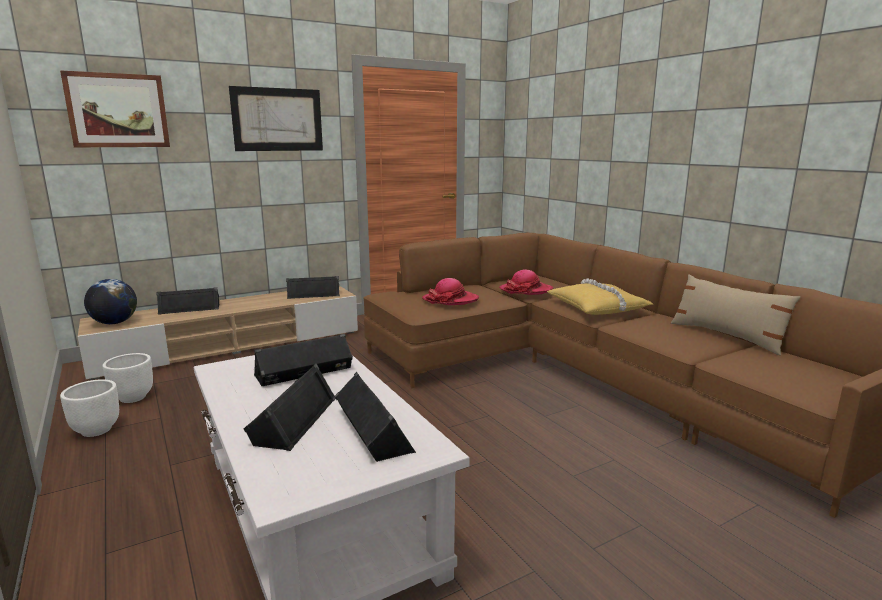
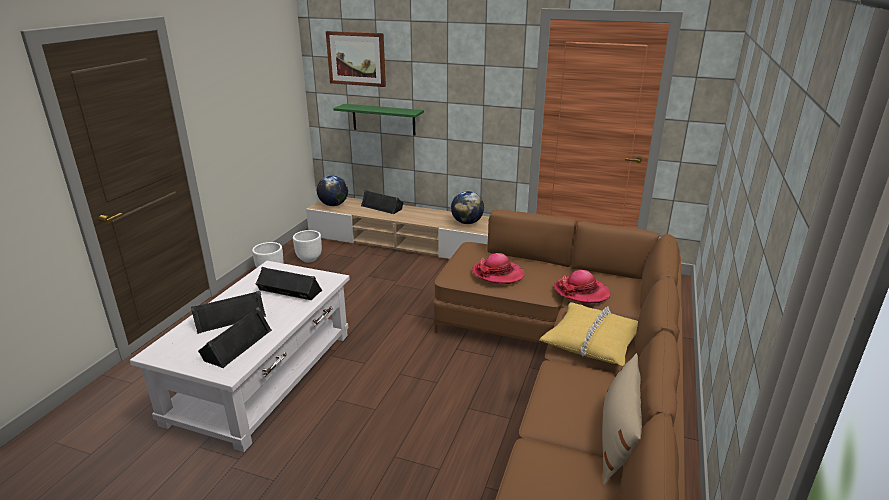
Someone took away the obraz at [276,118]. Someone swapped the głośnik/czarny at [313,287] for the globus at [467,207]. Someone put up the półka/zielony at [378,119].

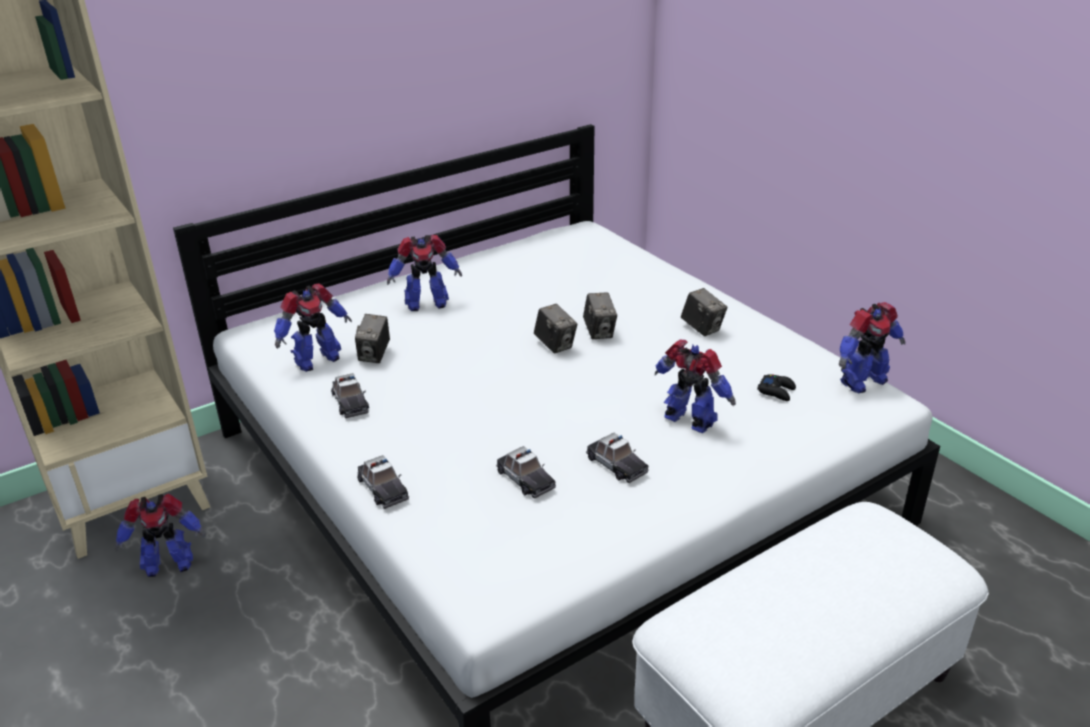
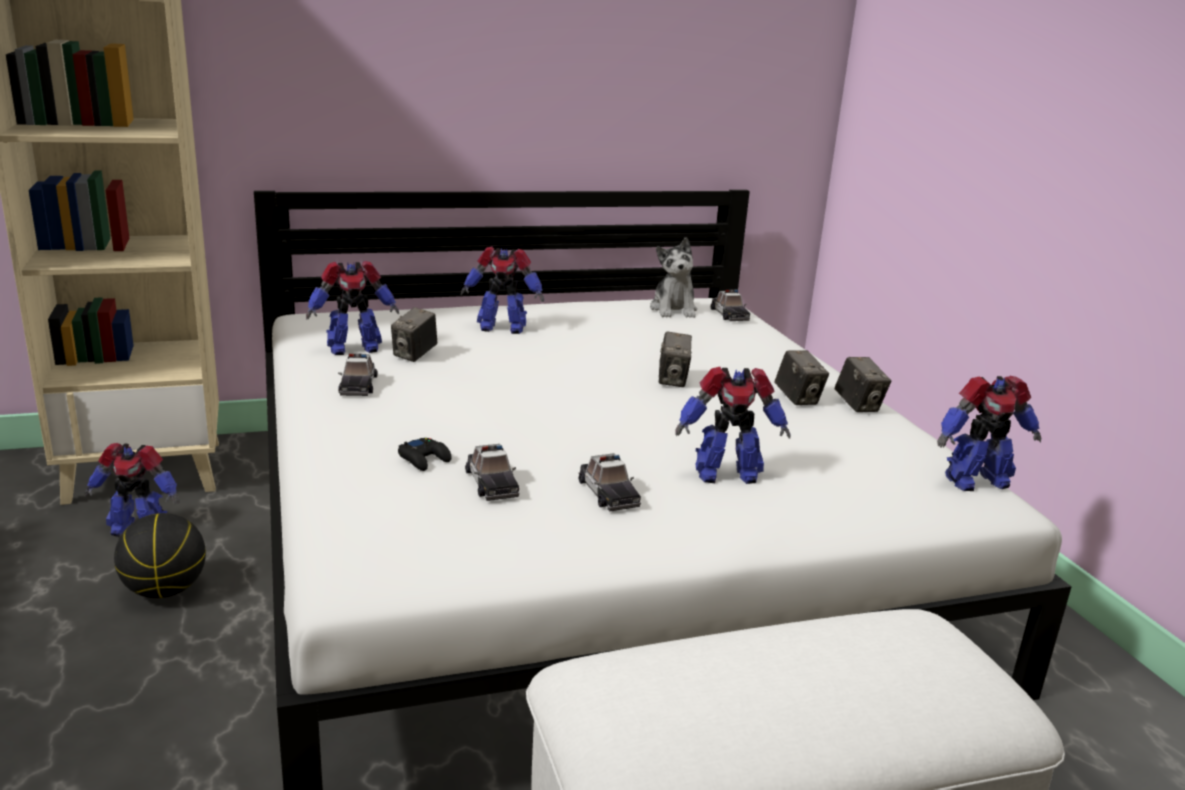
Someone carried the aparat fotograficzny from [556,328] to [863,384]. Someone rotated the robot zabawkowy at [695,386] by 120 degrees clockwise. Someone carried the pad do gier/czarny from [776,387] to [425,454]. Someone carried the samochodzik from [383,482] to [730,305]. Someone put down the pluszak at [673,277]. Someone put down the piłka do koszykówki at [160,555].

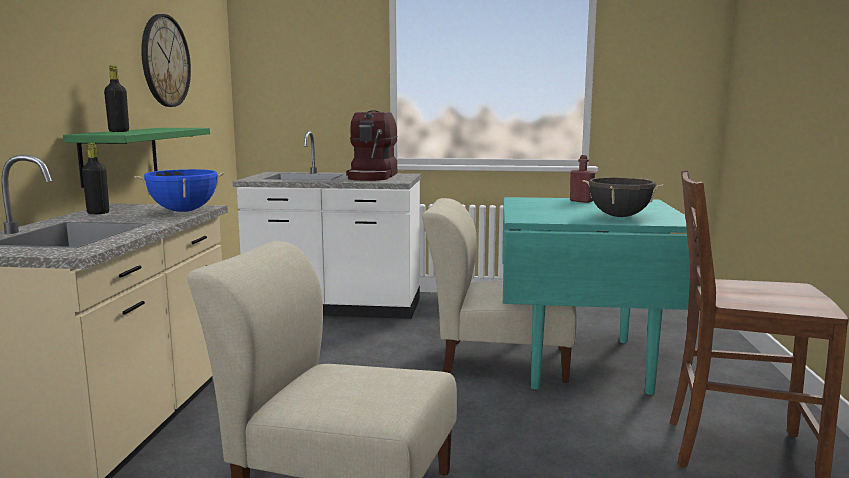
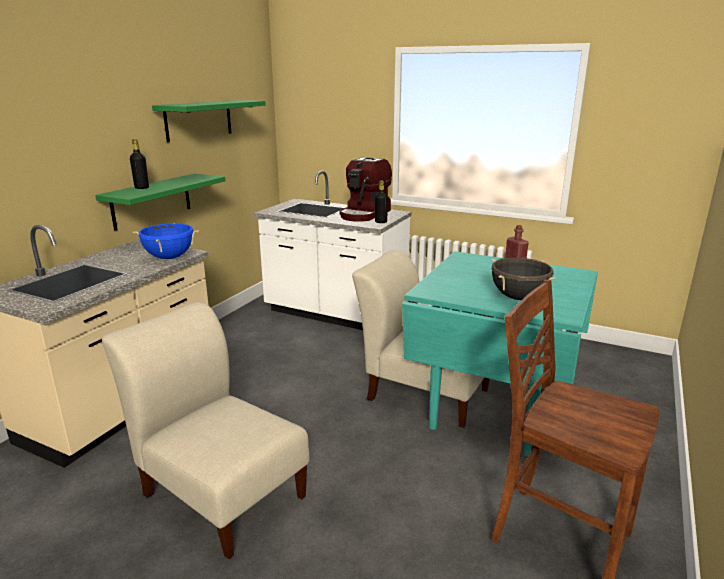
Someone swapped the zegar ścienny at [166,60] for the półka/zielony at [208,121]. Someone carried the butelka/czarny from [95,178] to [381,202].

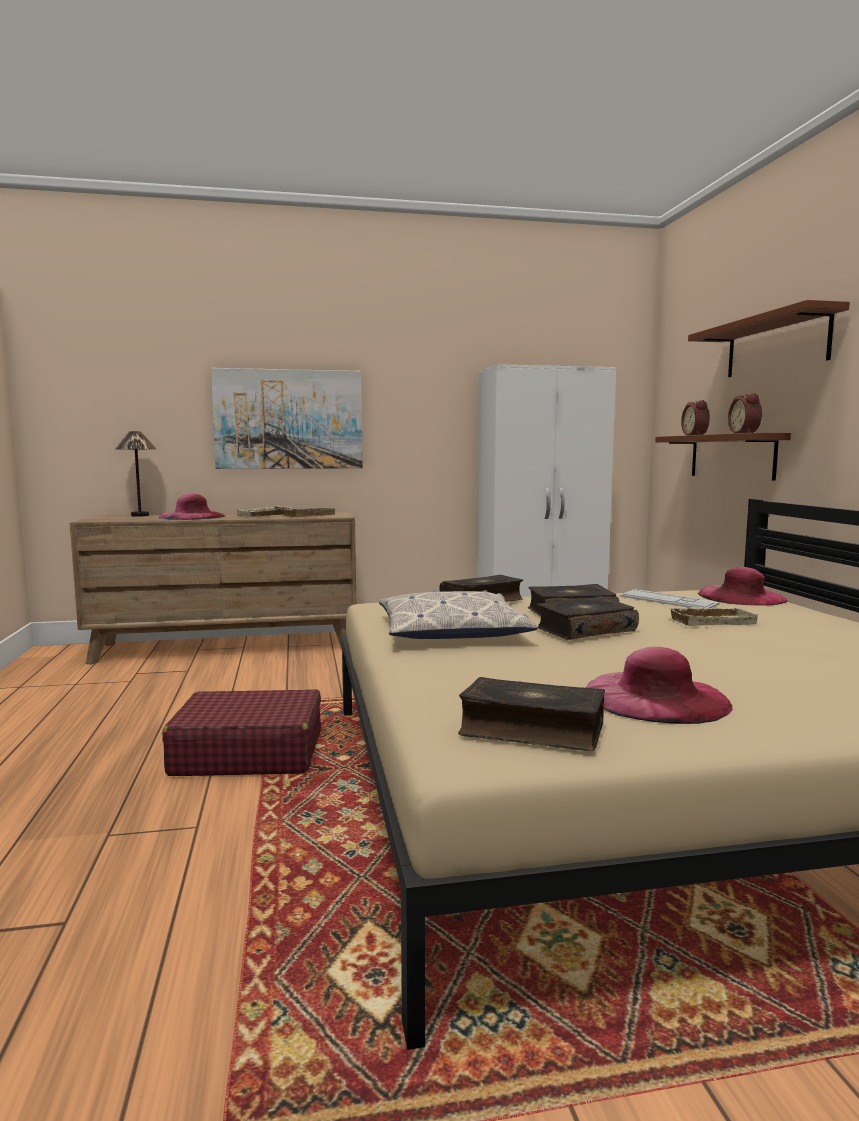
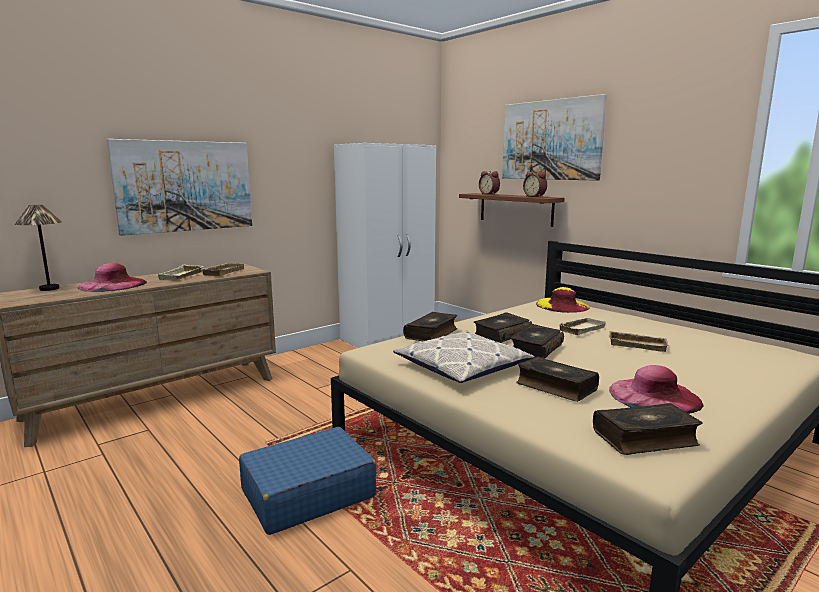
Someone swapped the półka/brązowy at [769,338] for the obraz at [554,137]. Someone repainted the kapelusz/różowy at [743,586], which became the kapelusz/żółty at [563,300]. Someone took away the klawiatura at [670,598]. Someone repainted the walizka/czerwony at [241,732], which became the walizka/niebieski at [308,481]. Someone put down the taca/beżowy at [638,341]. Someone put down the książka at [557,379].

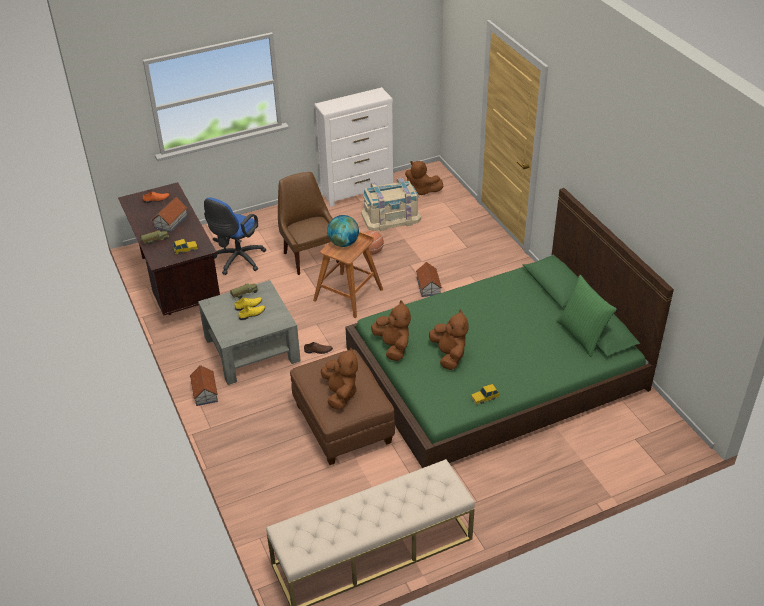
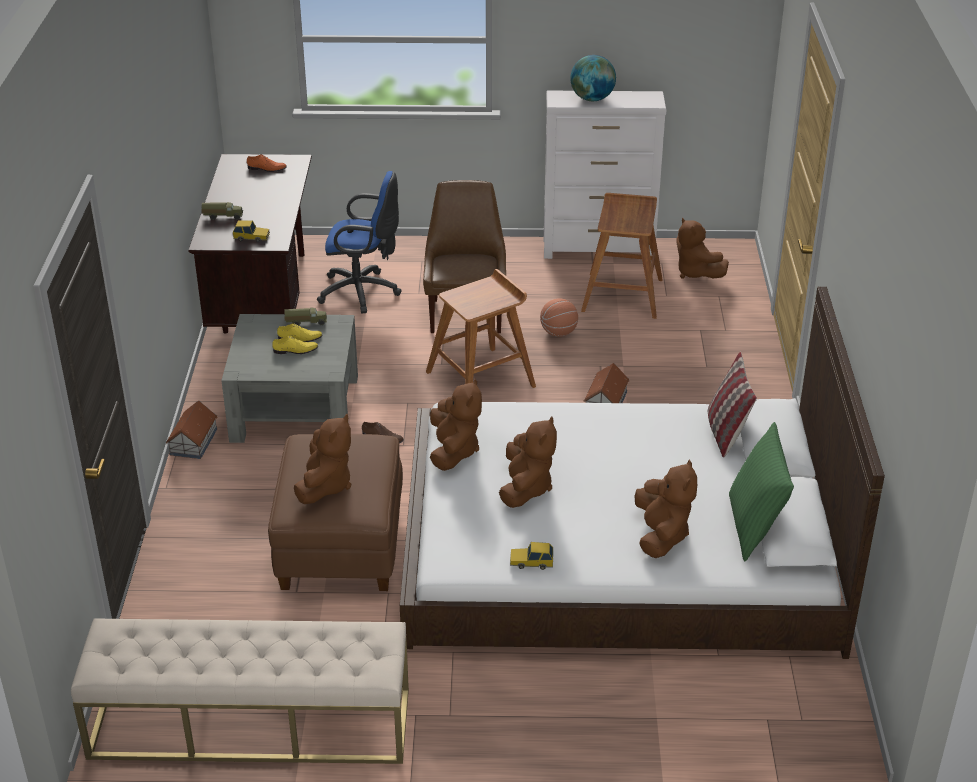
Someone swapped the pojemnik do przechowywania/beżowy at [391,204] for the stołek/brązowy at [622,256]. Someone repainted the łóżko/zielony at [509,328], which became the łóżko/biały at [642,473]. Someone took away the domek at [169,215]. Someone rotated the krzesło biurowe/niebieski at [235,236] by 135 degrees counterclockwise. Someone carried the globus from [343,231] to [593,78]. Someone put down the poduszka at [732,405]. Someone put down the pluszak/brązowy at [665,508].

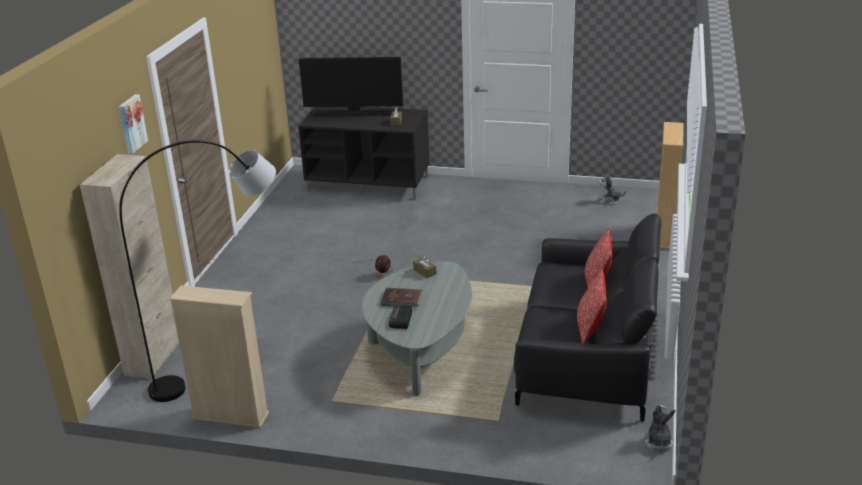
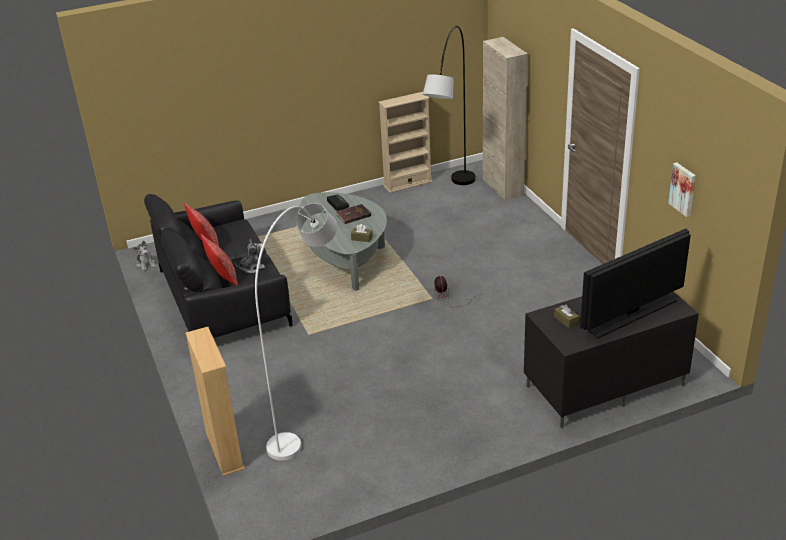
Someone carried the obraz from [133,124] to [682,190]. Someone carried the pluszak from [611,189] to [250,256]. Someone put down the lampa stojąca/biały at [296,332].

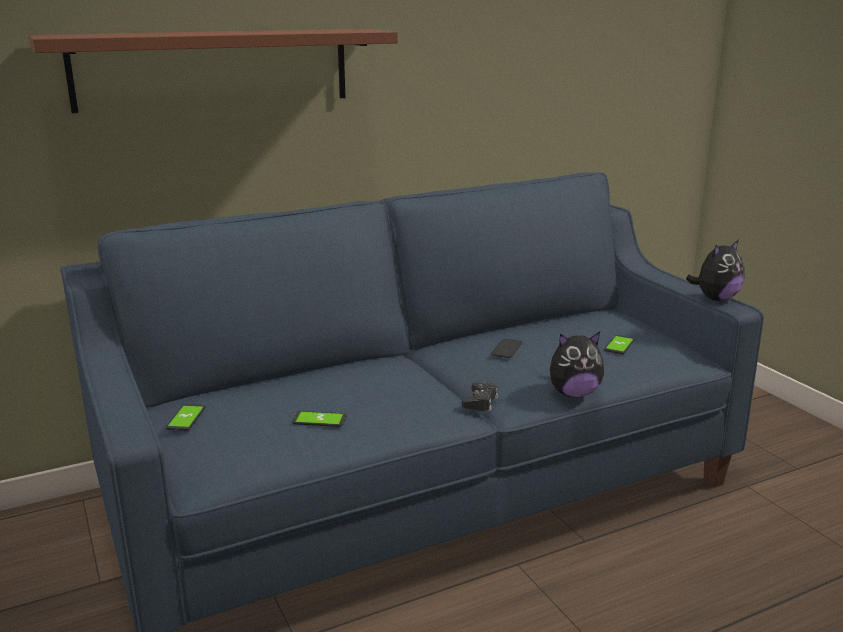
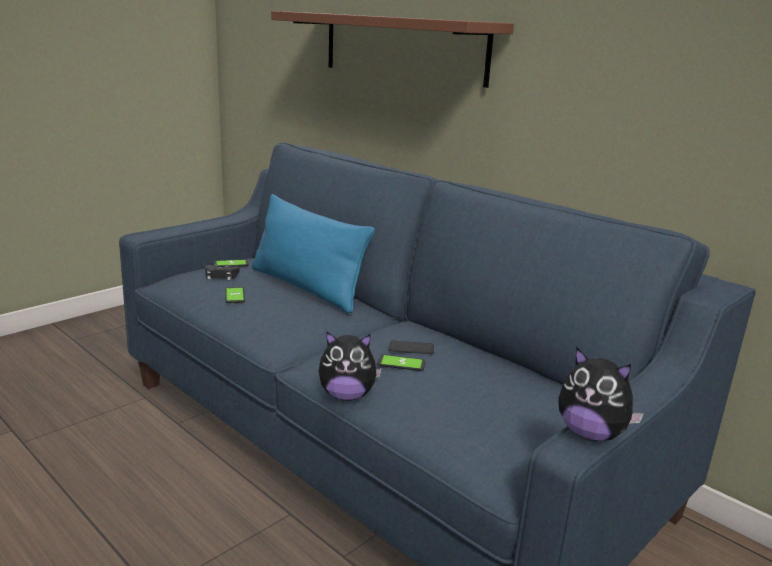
Someone rotated the pluszak at [577,365] by 60 degrees counterclockwise. Someone carried the telefon from [619,344] to [401,362]. Someone carried the pad do gier/czarny from [480,396] to [222,272]. Someone put down the poduszka/niebieski at [313,253].

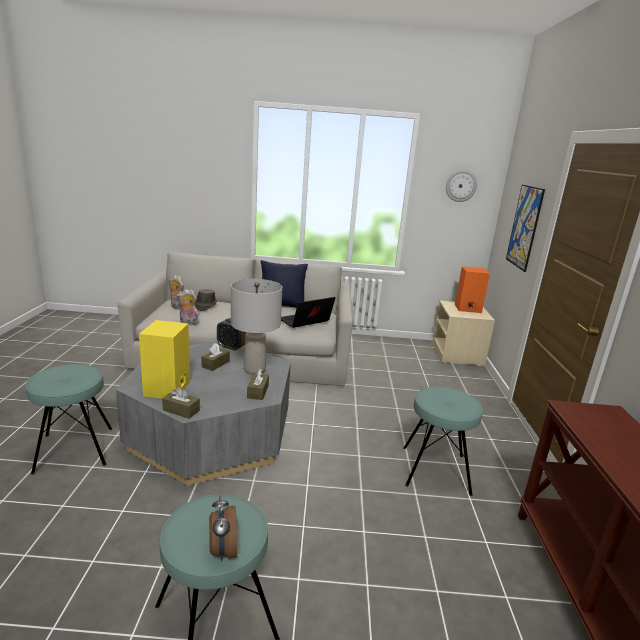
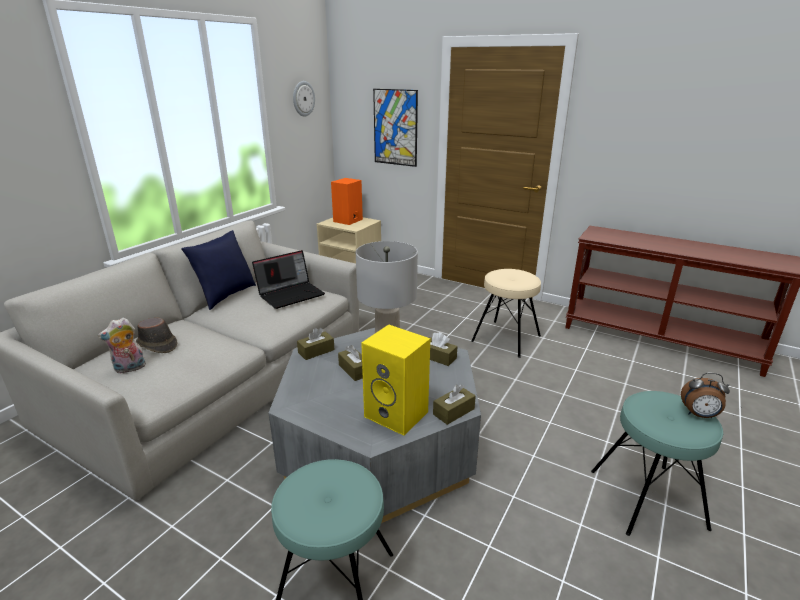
Someone took away the pluszak at [188,307]. Someone rotated the laptop at [308,312] by 120 degrees counterclockwise. Someone swapped the budzik at [232,334] for the pudełko chusteczek/brązowy at [316,344]. Someone repainted the stołek/turkusowy at [443,441], which became the stołek/beżowy at [506,313].

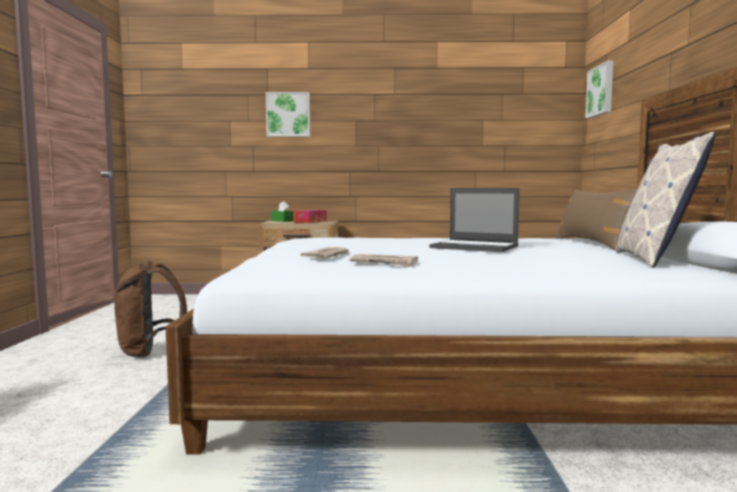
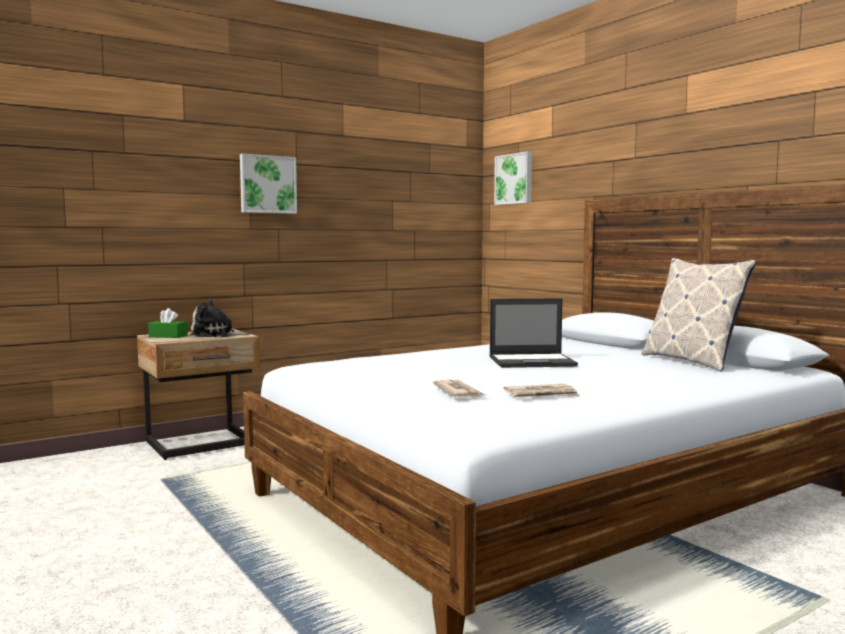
Someone carried the obraz from [288,114] to [268,184]. Someone took away the poduszka/brązowy at [596,219]. Someone swapped the pudełko chusteczek at [309,216] for the pluszak at [219,318]. Someone took away the plecak/brązowy at [150,309].

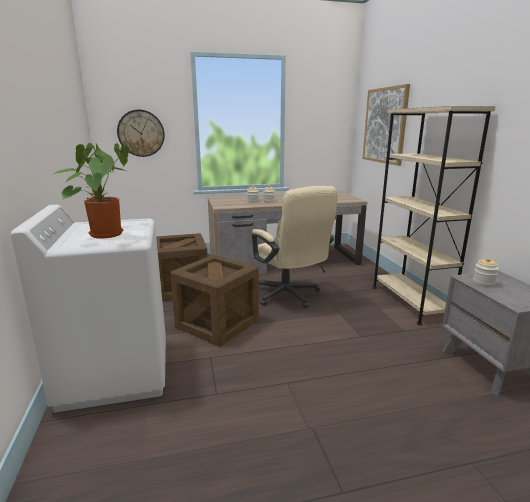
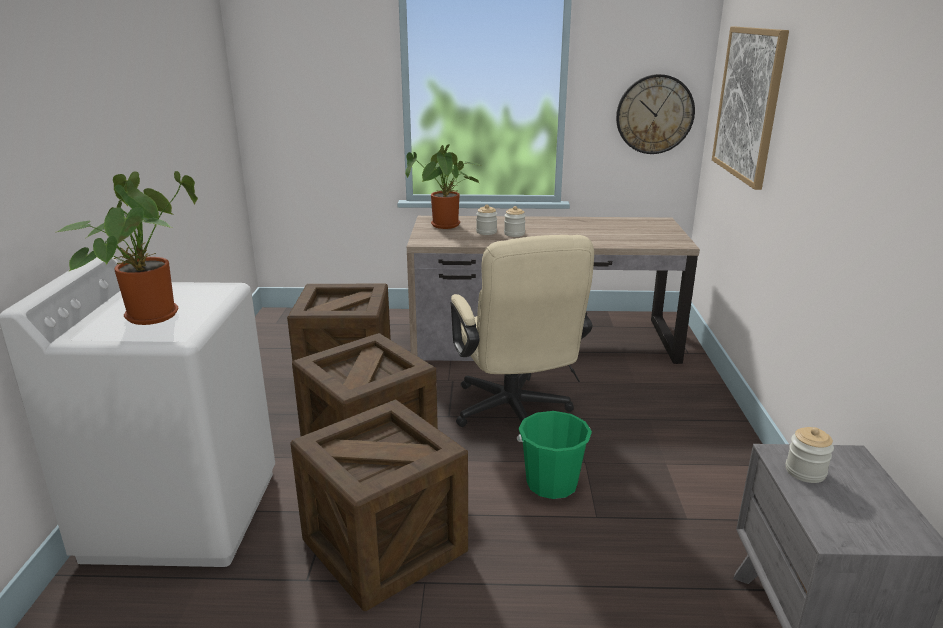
Someone took away the regał/beżowy at [434,215]. Someone carried the zegar ścienny from [141,133] to [655,114]. Someone put down the roślina doniczkowa at [443,186]. Someone put down the skrzynka at [379,505]. Someone put down the wiadro/zielony at [554,455].

